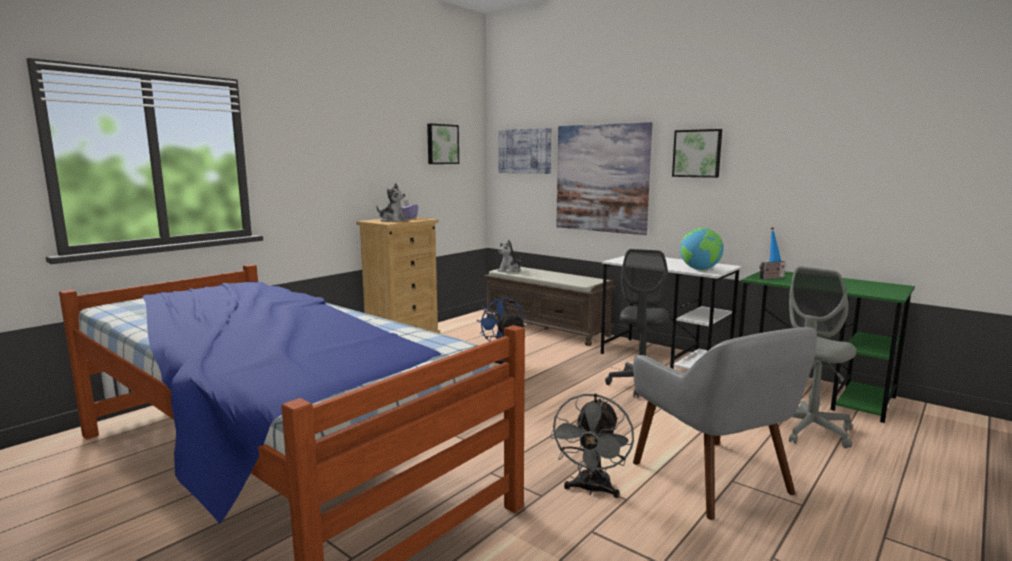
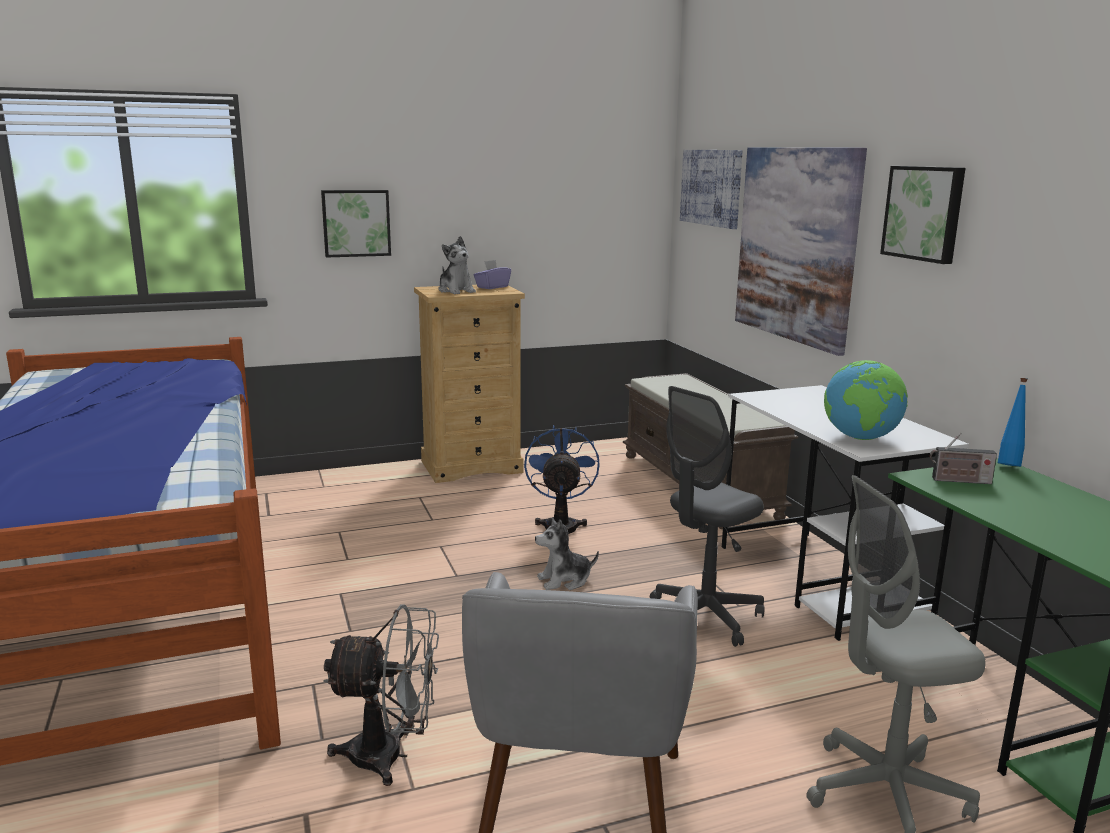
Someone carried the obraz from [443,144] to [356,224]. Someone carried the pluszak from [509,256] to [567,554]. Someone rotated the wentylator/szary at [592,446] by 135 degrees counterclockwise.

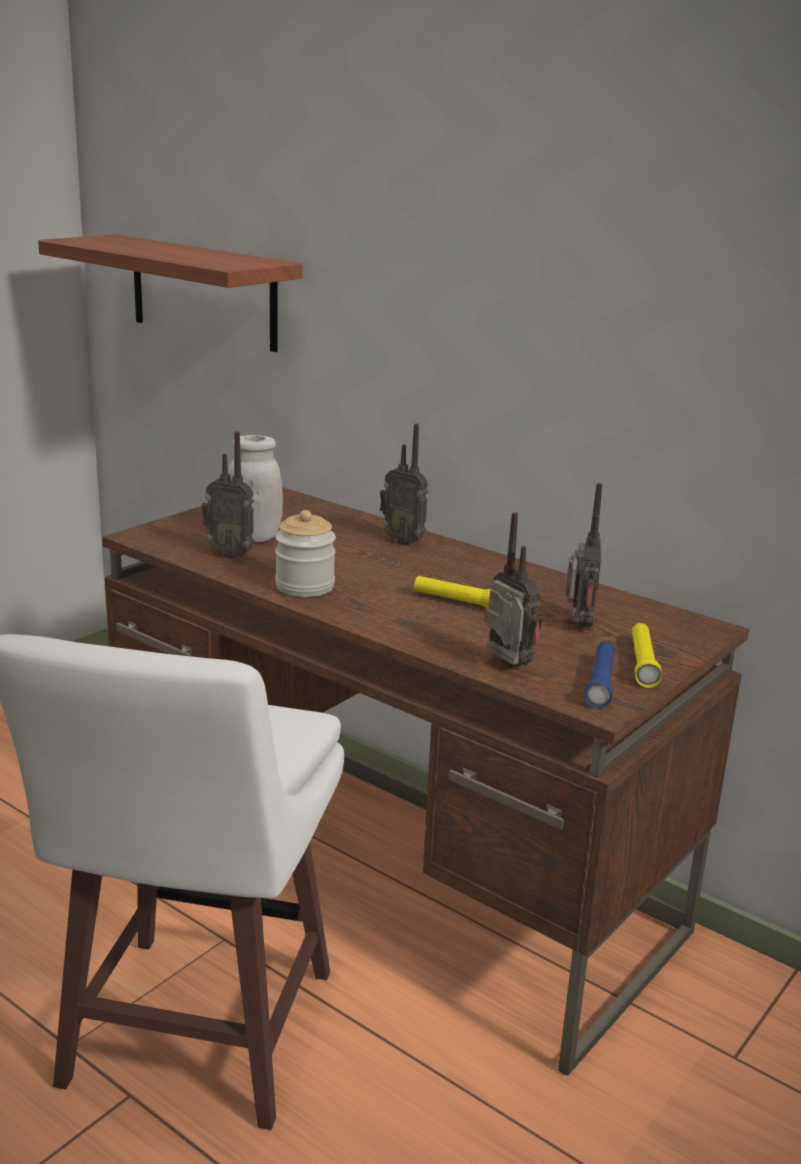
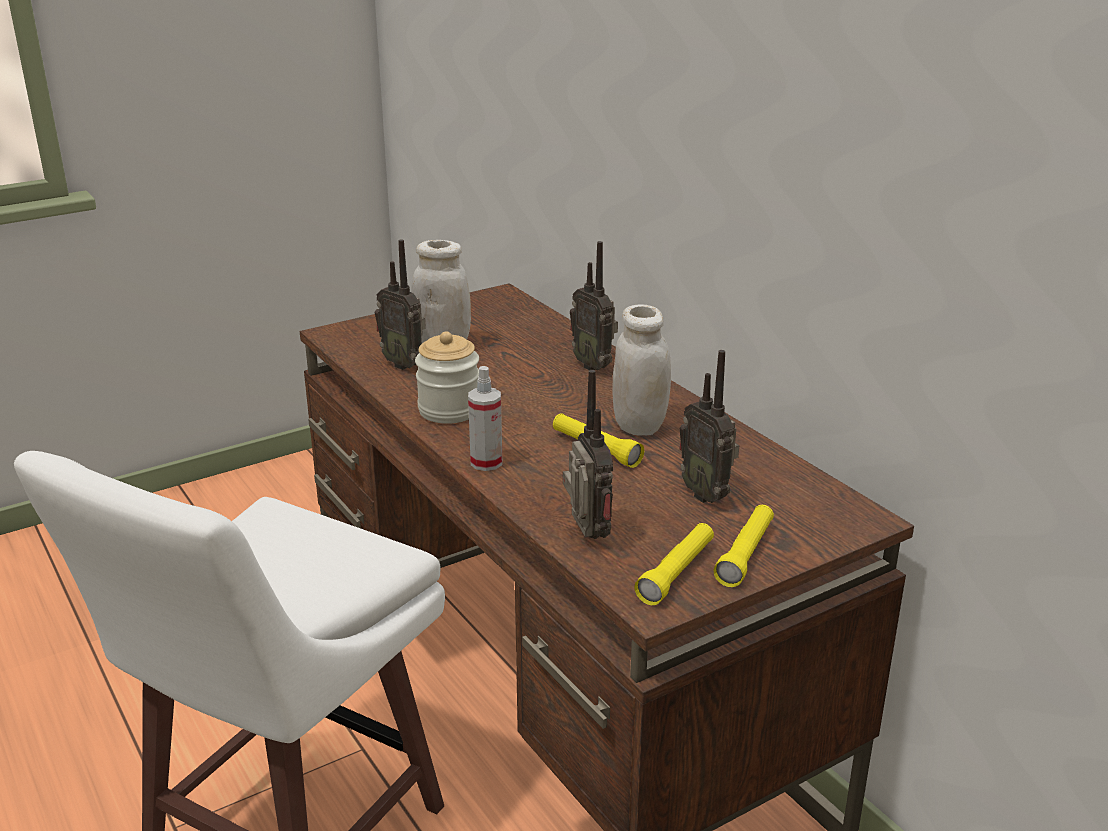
Someone took away the półka at [170,293]. Someone rotated the radio at [584,555] by 120 degrees clockwise. Someone repainted the latarka/niebieski at [599,674], which became the latarka/żółty at [674,564]. Someone put down the słoik/biały at [641,369]. Someone put down the spryskiwacz at [485,418].

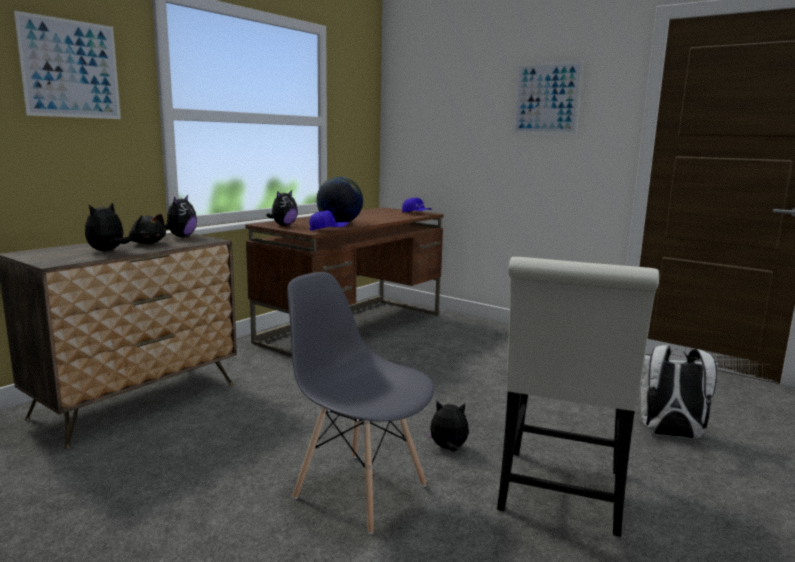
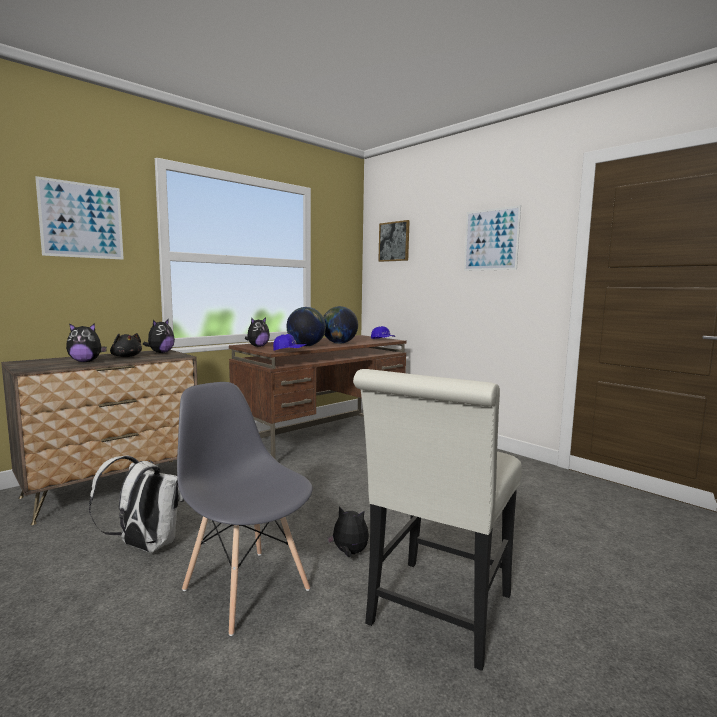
Someone rotated the pluszak at [108,226] by 135 degrees counterclockwise. Someone carried the plecak/biały from [679,392] to [136,504]. Someone put up the obraz at [394,241]. Someone put down the globus at [340,325].

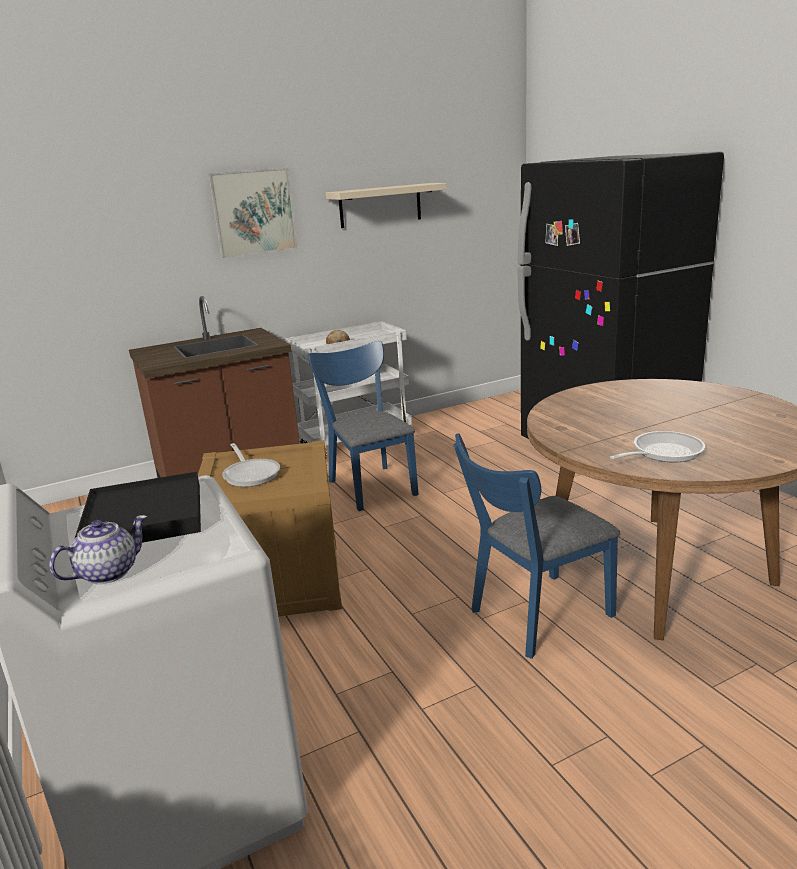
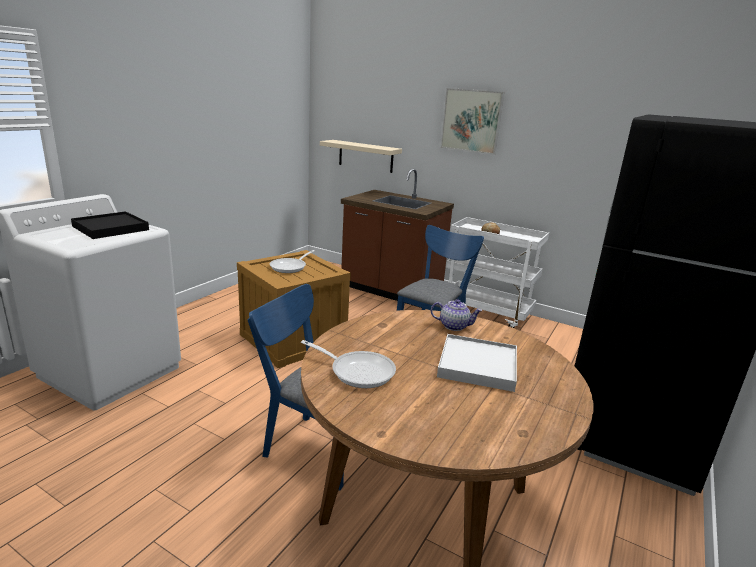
Someone carried the półka/beżowy from [386,205] to [361,156]. Someone carried the imbryk from [98,549] to [456,315]. Someone put down the taca/biały at [477,363].

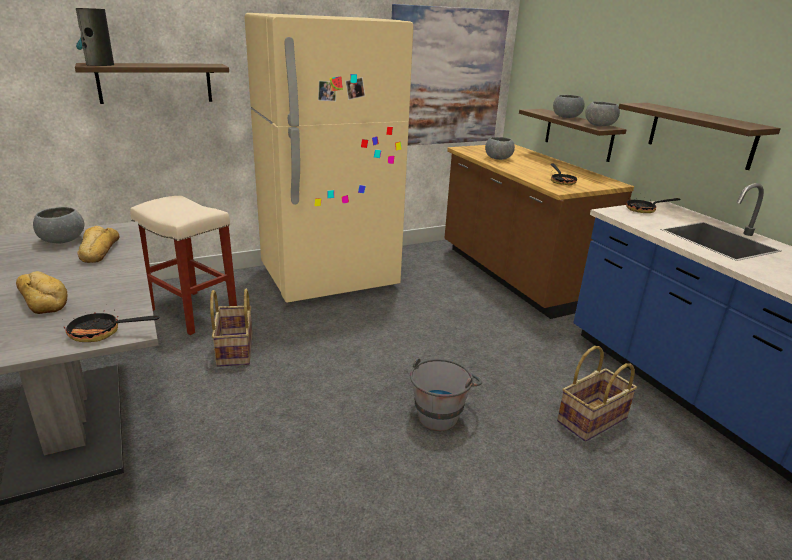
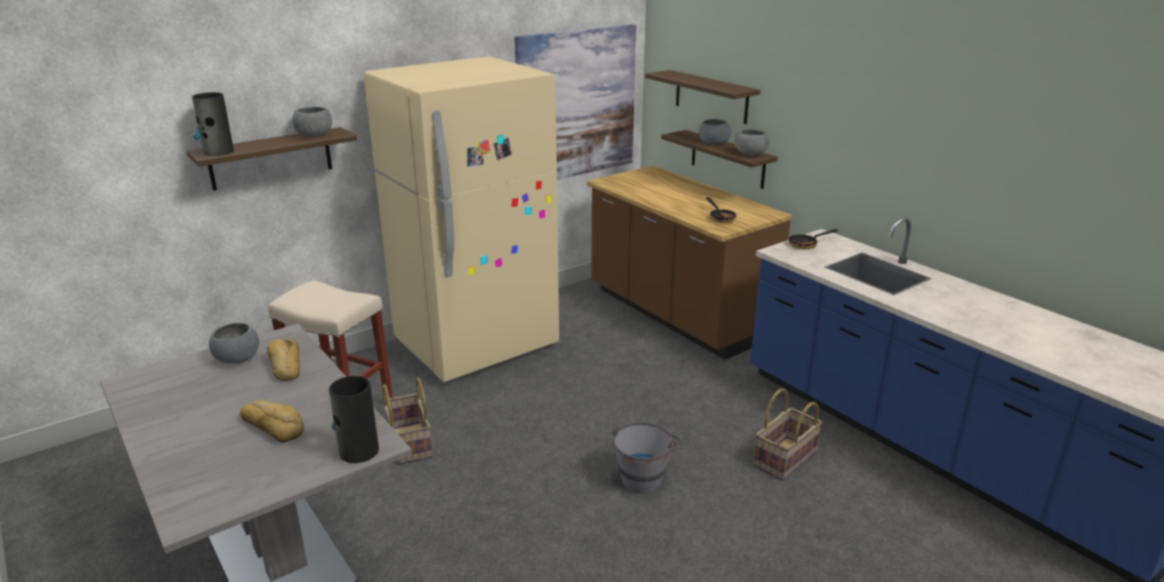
Someone carried the półka from [699,136] to [702,97]. Someone carried the miska/szary from [500,148] to [312,122]. Someone swapped the patelnia at [112,323] for the wazon at [354,419].

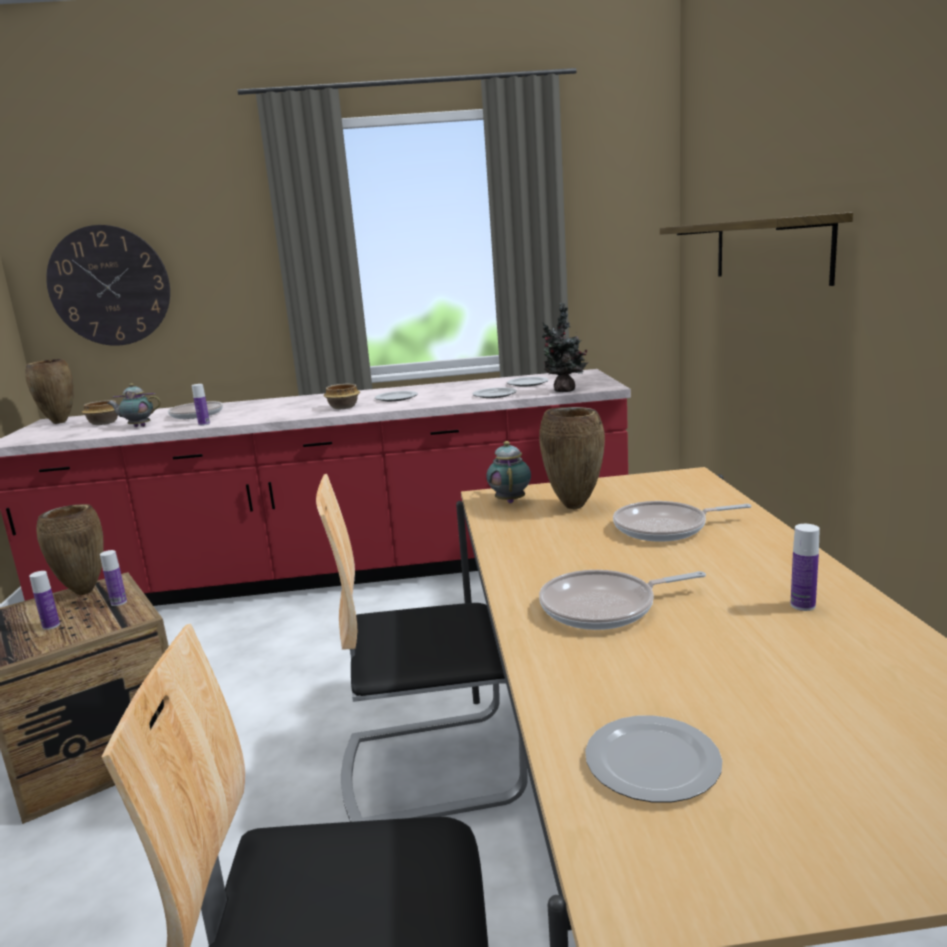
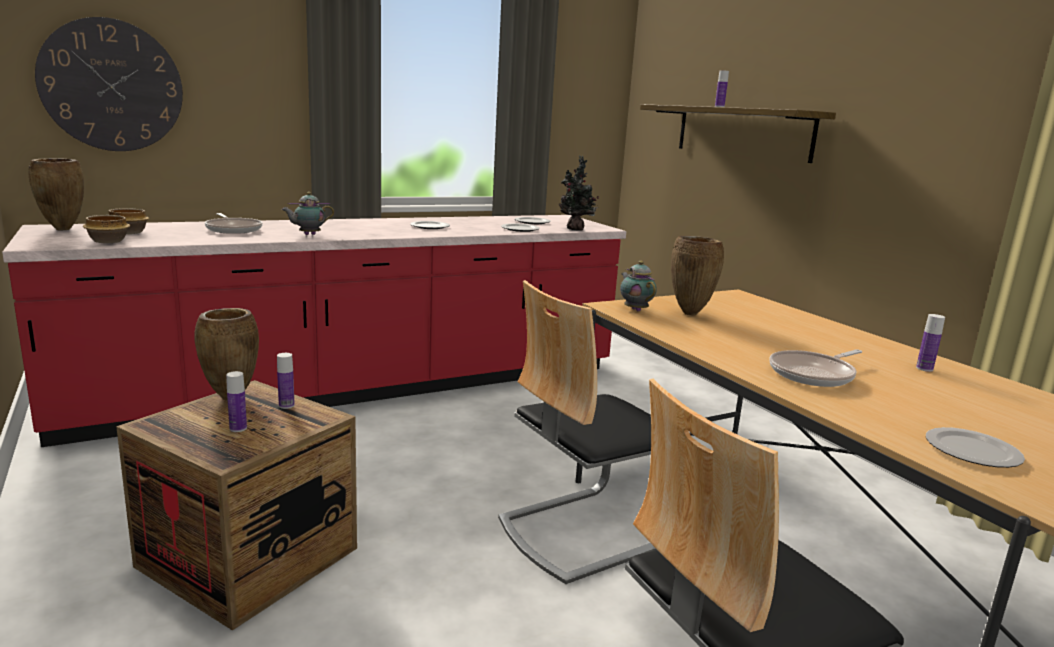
Someone carried the imbryk from [134,405] to [308,213]. Someone carried the butelka from [201,405] to [722,88]. Someone carried the miska from [342,396] to [106,229]. Someone took away the patelnia at [682,521].

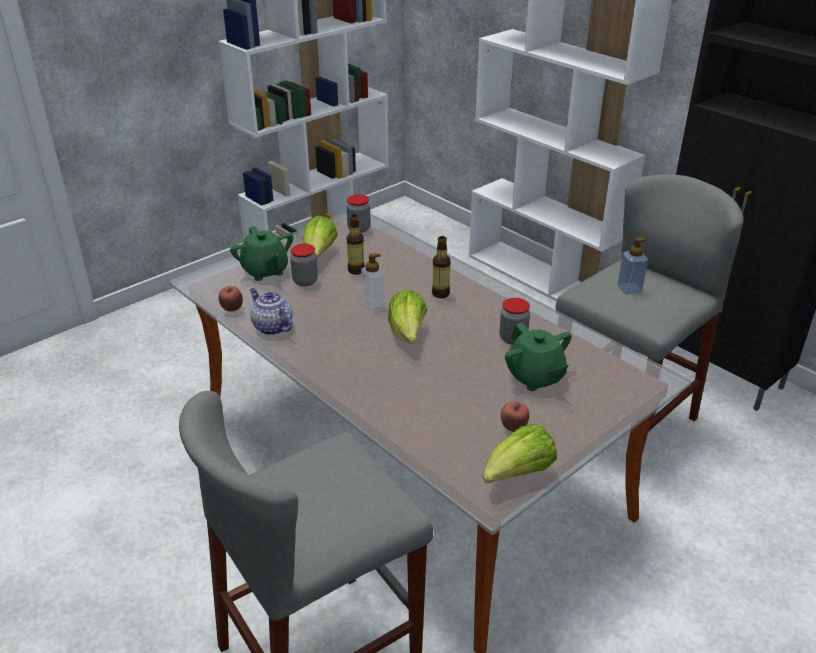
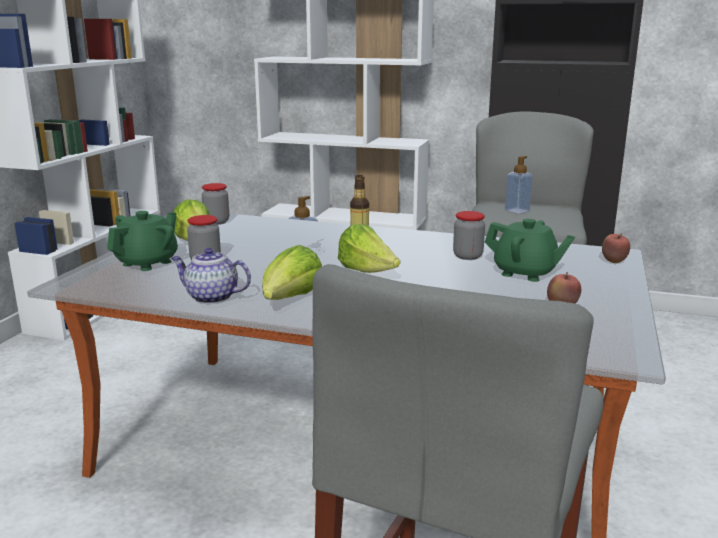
Someone took away the butelka at [356,244]. Someone rotated the imbryk/zielony at [262,253] by 90 degrees counterclockwise. Someone carried the jabłko from [231,299] to [616,248]. Someone carried the sałata from [520,454] to [292,272].

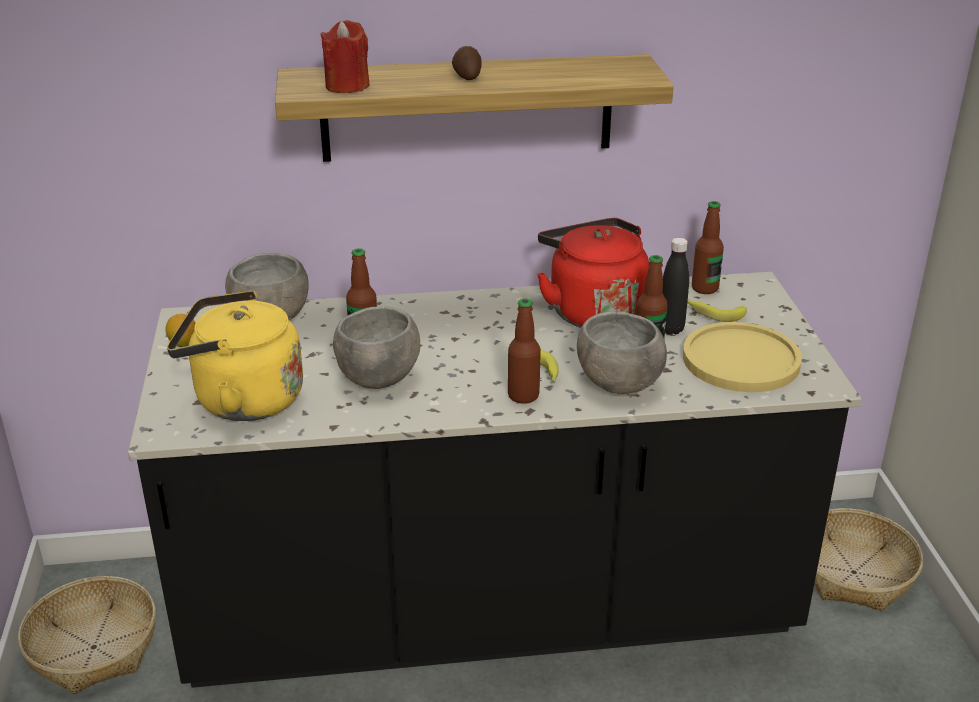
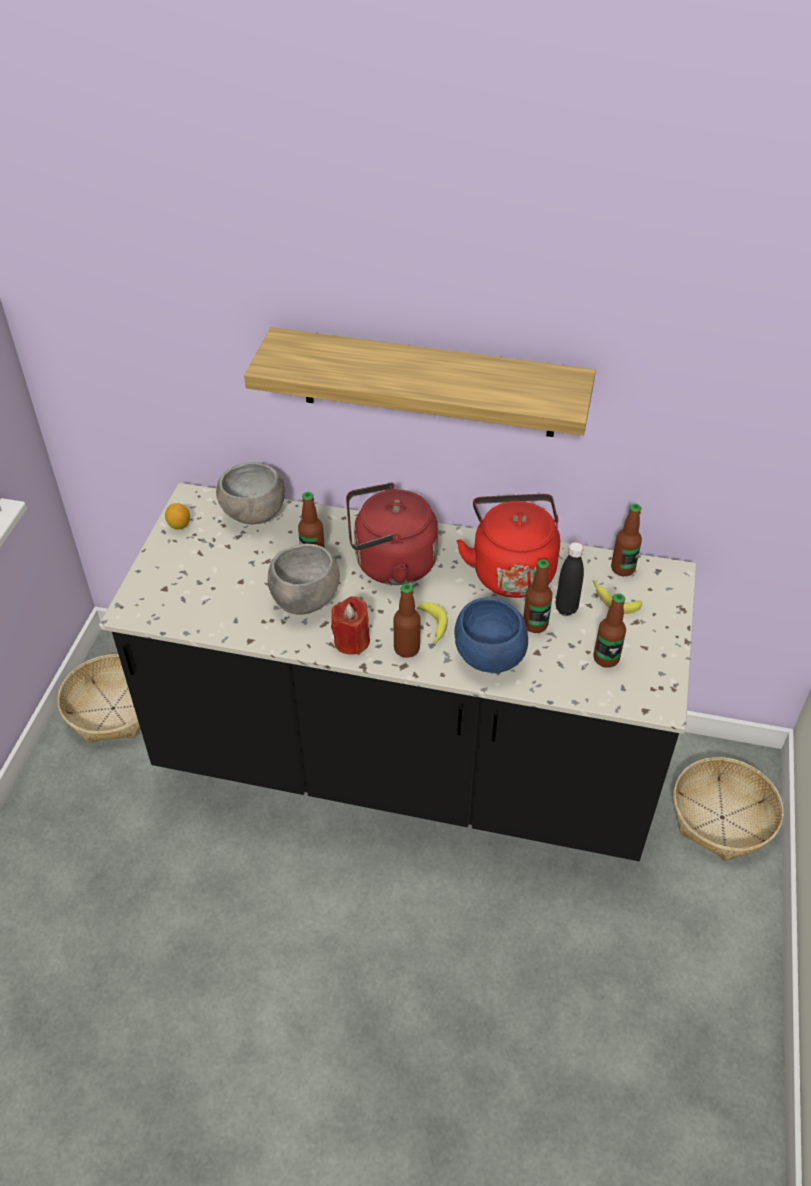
Someone carried the świeca/czerwony from [345,56] to [350,625]. Someone took away the ziemniak at [466,63]. Someone took away the czajnik/żółty at [235,356]. Someone repainted the miska/szary at [622,352], which became the miska/niebieski at [491,635]. Someone swapped the talerz/żółty at [742,357] for the butelka at [610,630]. Someone put down the czajnik/czerwony at [392,533].

